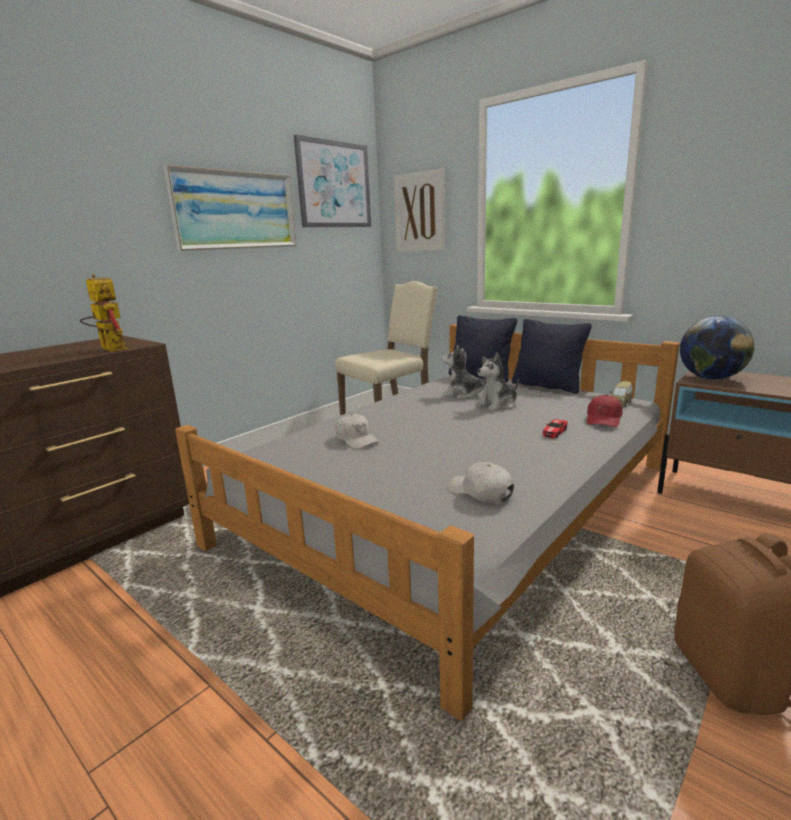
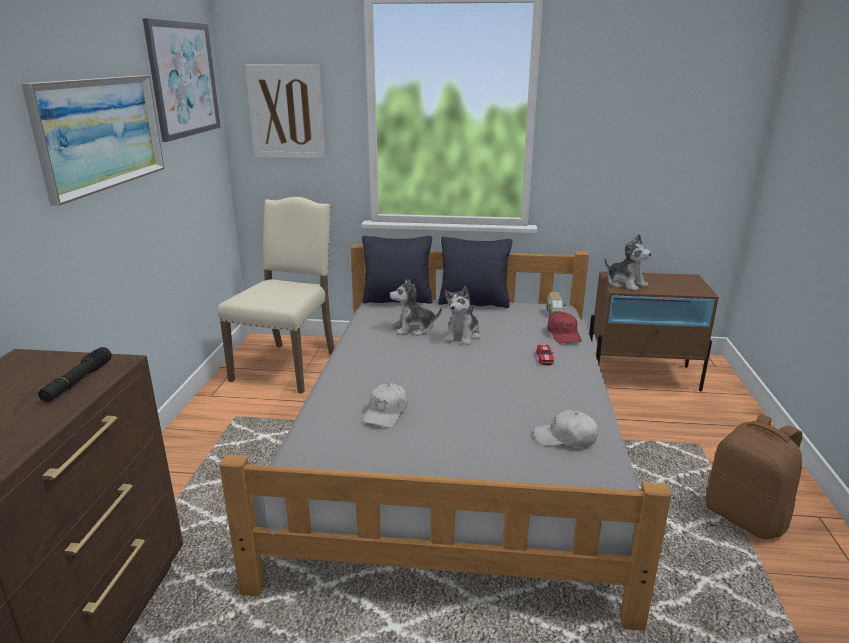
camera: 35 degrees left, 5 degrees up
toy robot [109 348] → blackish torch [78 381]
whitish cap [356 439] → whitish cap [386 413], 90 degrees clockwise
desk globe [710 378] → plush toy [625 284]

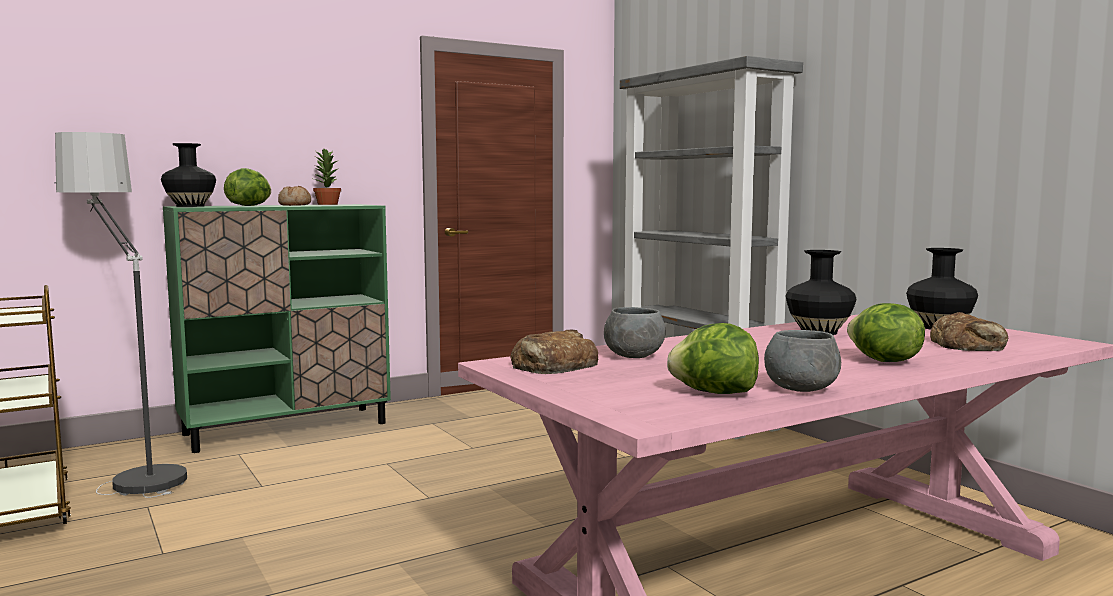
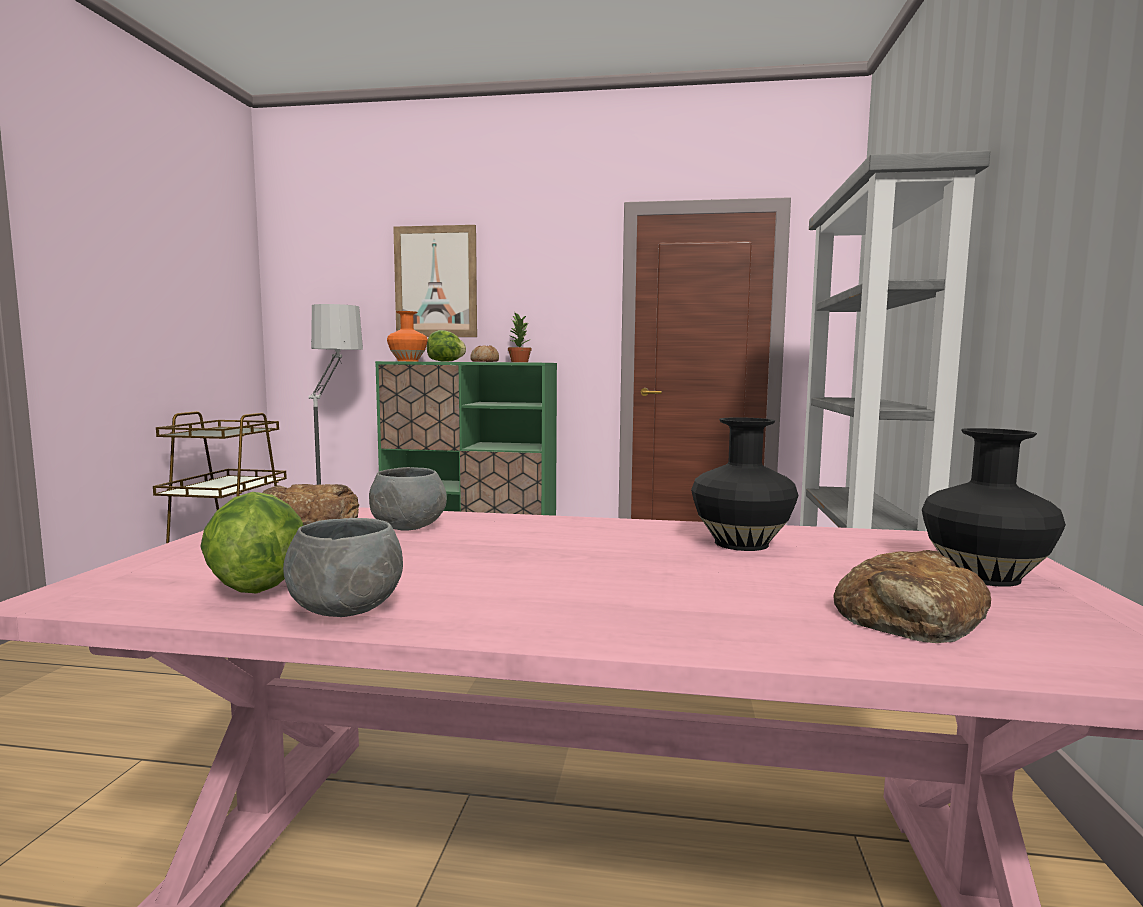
camera: 40 degrees right, 0 degrees up
blackish vase [190 206] → orange vase [407 361]
lettuce head [883 361] → -
- → picture [435 282]

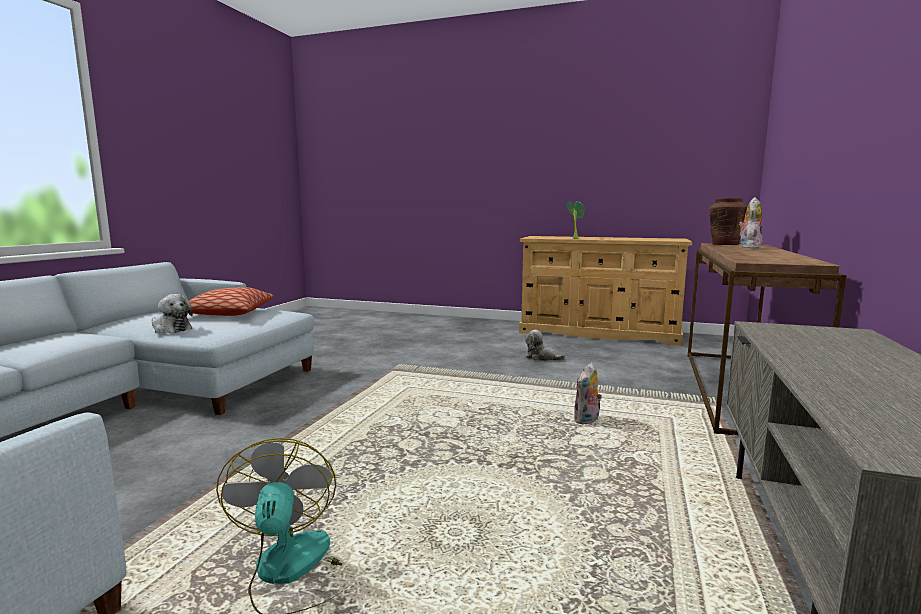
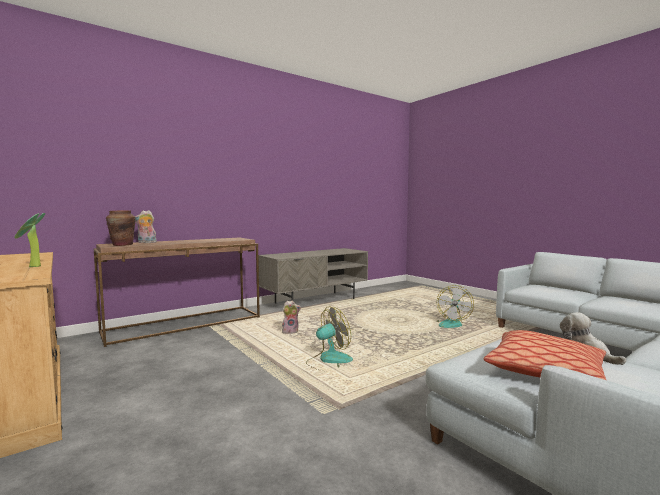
camera: 145 degrees left, 5 degrees down
plush toy [541 357] → -
- → electric fan [328 361]

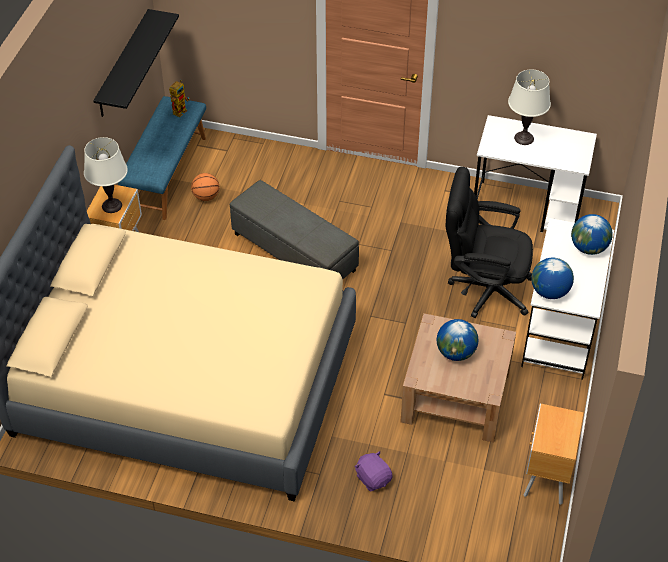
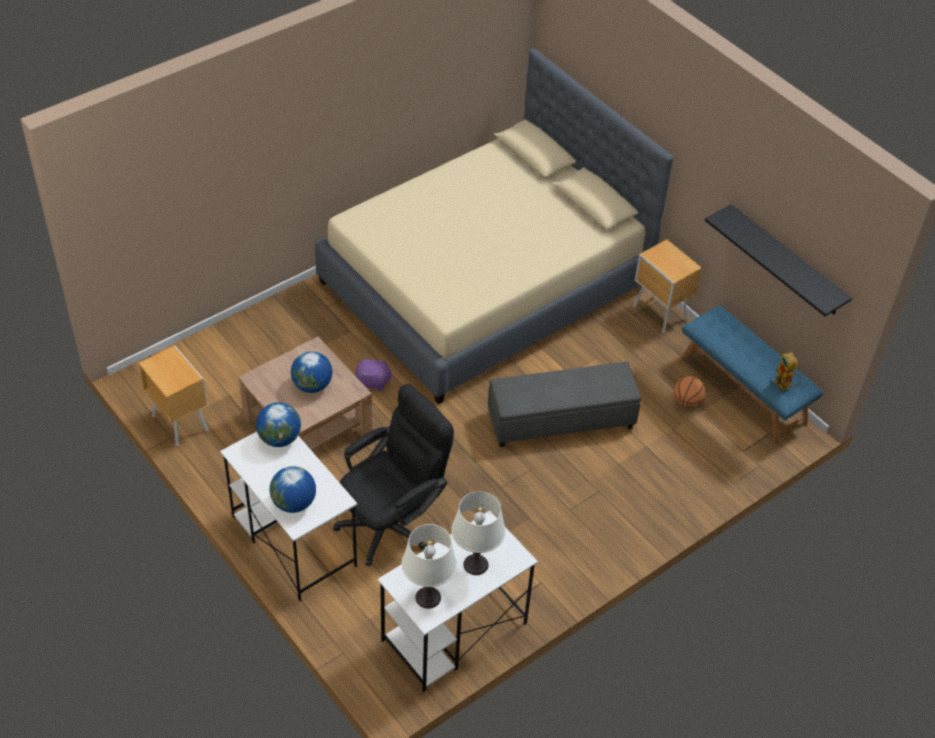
camera: 125 degrees right, 0 degrees up
whitish table lamp [111 206] → whitish table lamp [428 597], relocated
purple-coloured plush toy [373 478] → purple-coloured plush toy [373 382], relocated

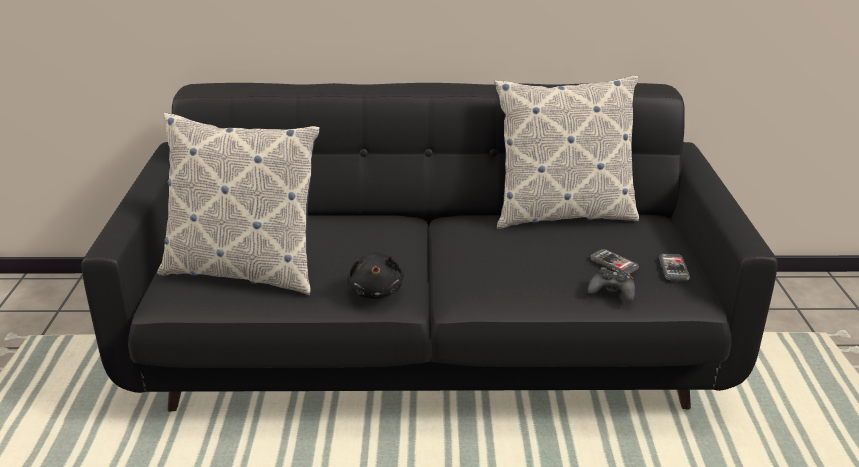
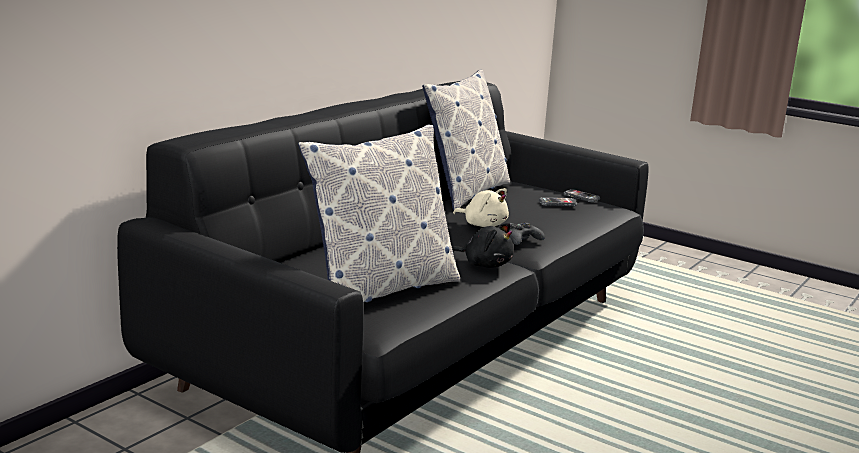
camera: 55 degrees left, 10 degrees down
blackish joypad [612 291] → blackish joypad [521 240], relocated
- → beige-coloured plush toy [483 225]

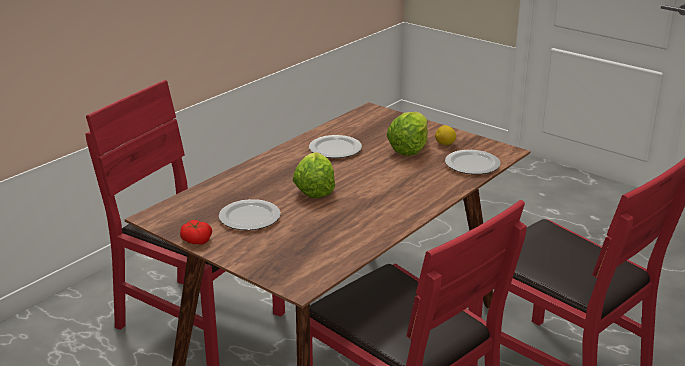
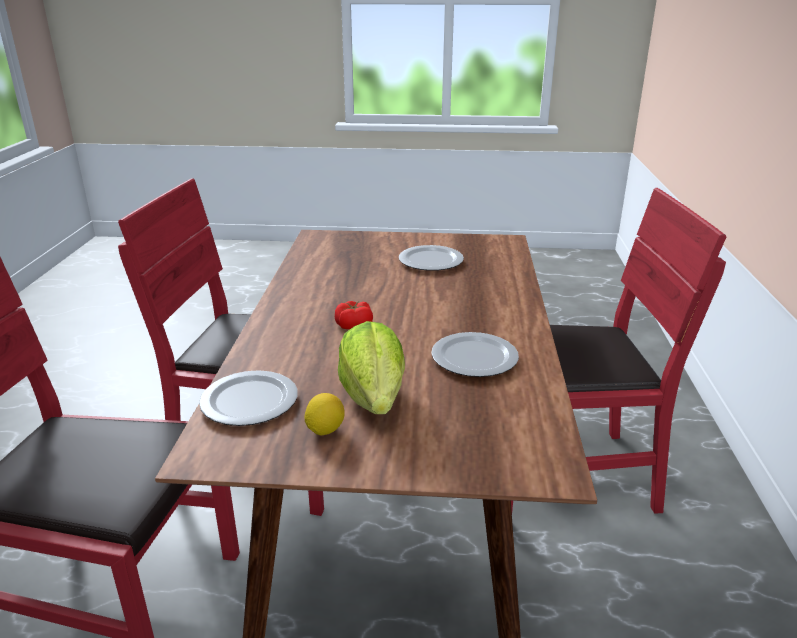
camera: 145 degrees right, 0 degrees up
tomato [196 240] → tomato [354 325], relocated
lettuce head [314 189] → -

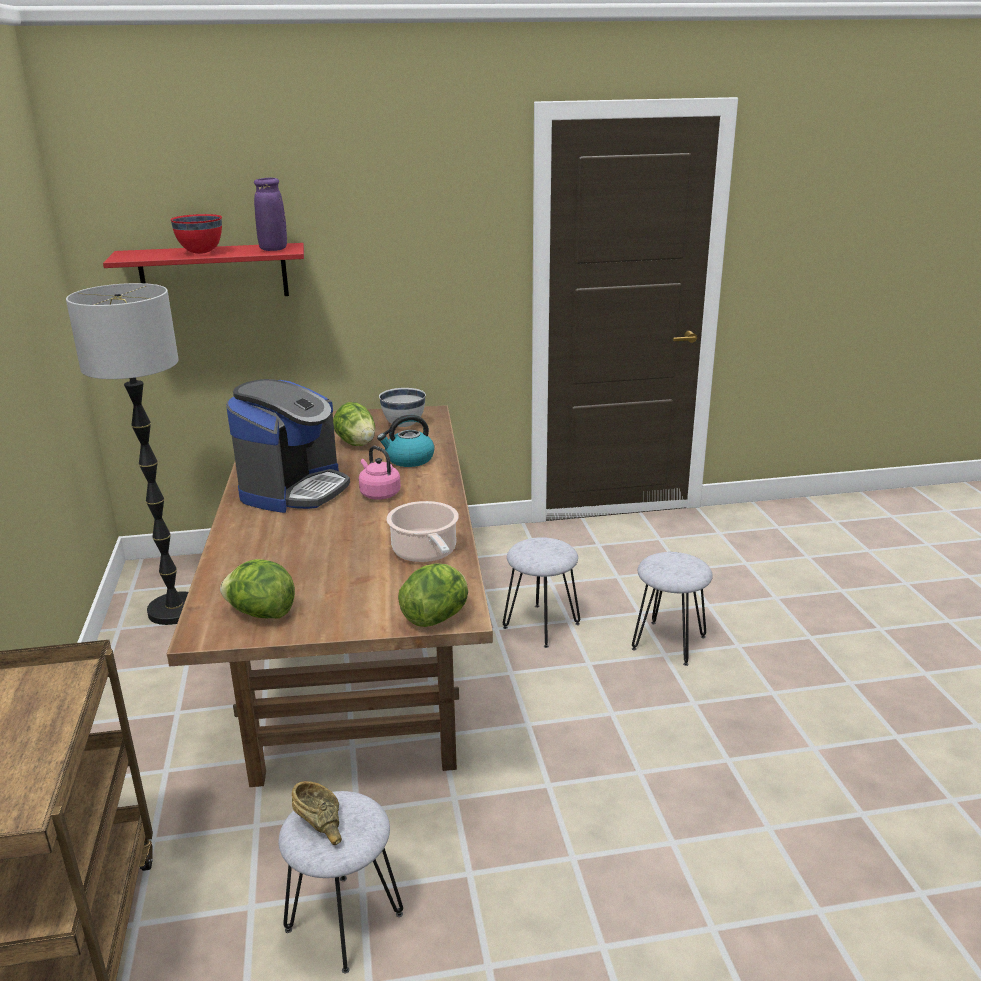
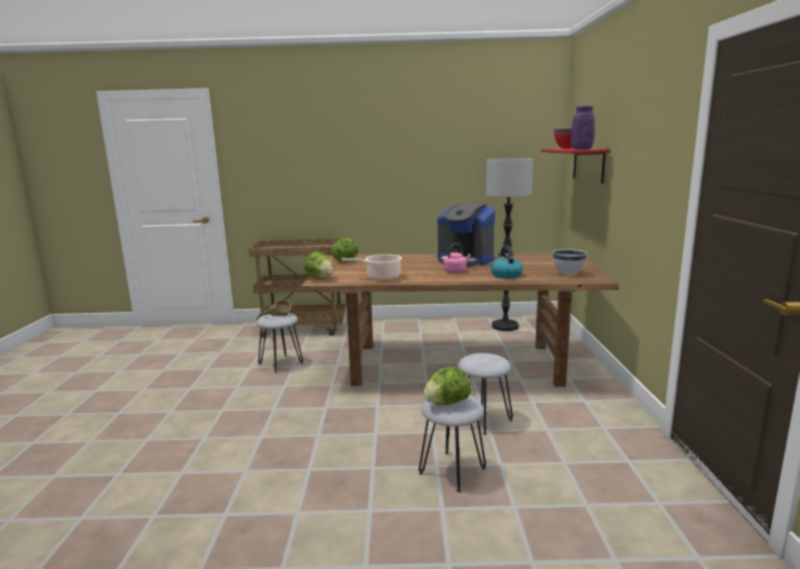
camera: 100 degrees right, 10 degrees down
lettuce head [356 443] → lettuce head [447 403], relocated

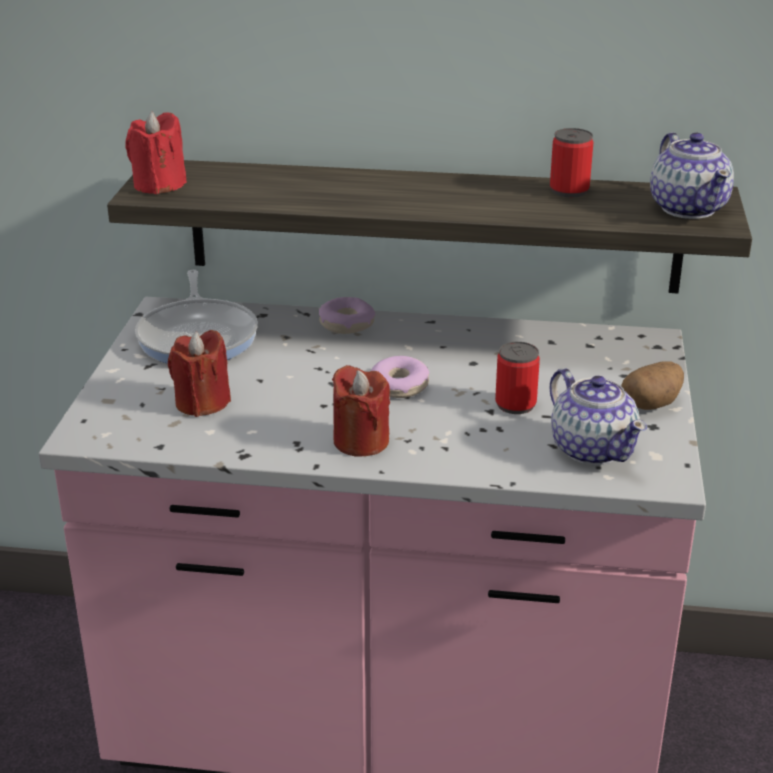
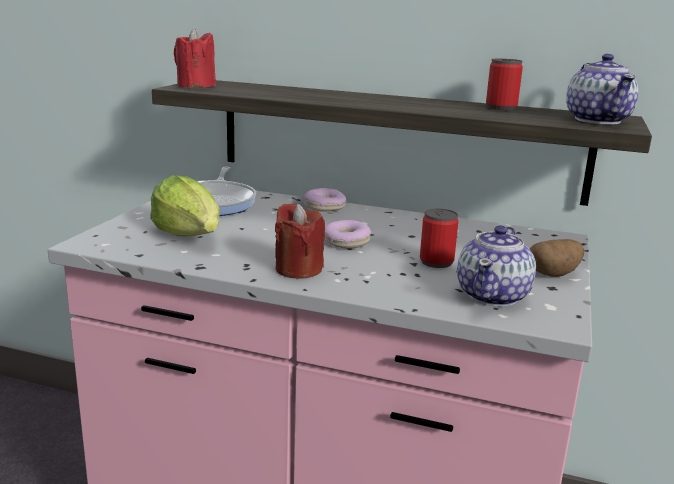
camera: 10 degrees right, 10 degrees down
reddish wax candle [202 403] → lettuce head [190 235]
tea pot [592 449] → tea pot [493 296], 45 degrees clockwise

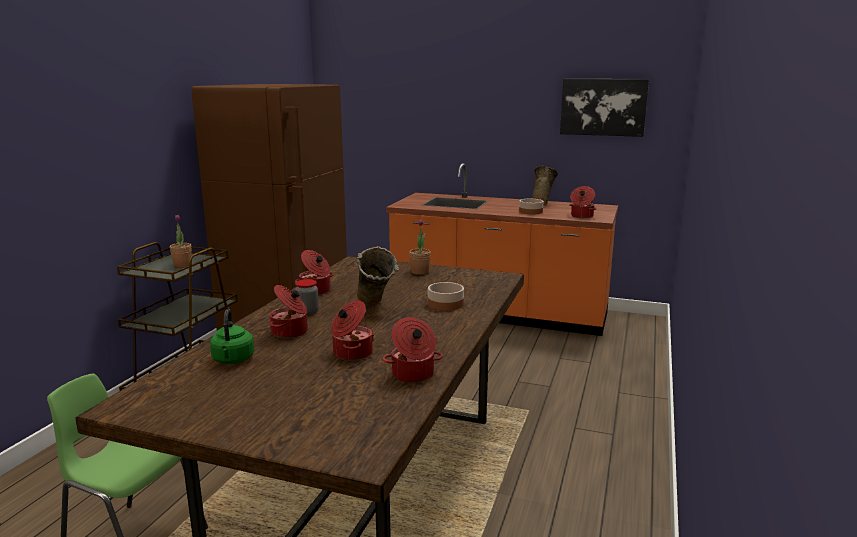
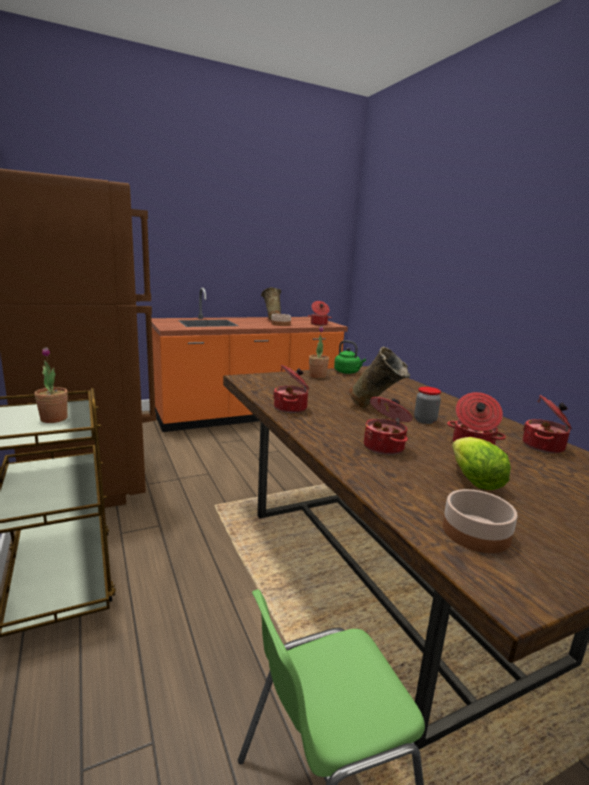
camera: 45 degrees left, 0 degrees up
green-coloured tea kettle [233 360] → green-coloured tea kettle [348 372], relocated
storage jar [307 312] → storage jar [425 421], relocated
serving bowl [445 304] → serving bowl [476 533], relocated
picture [603 107] → -
- → lettuce head [474 481]

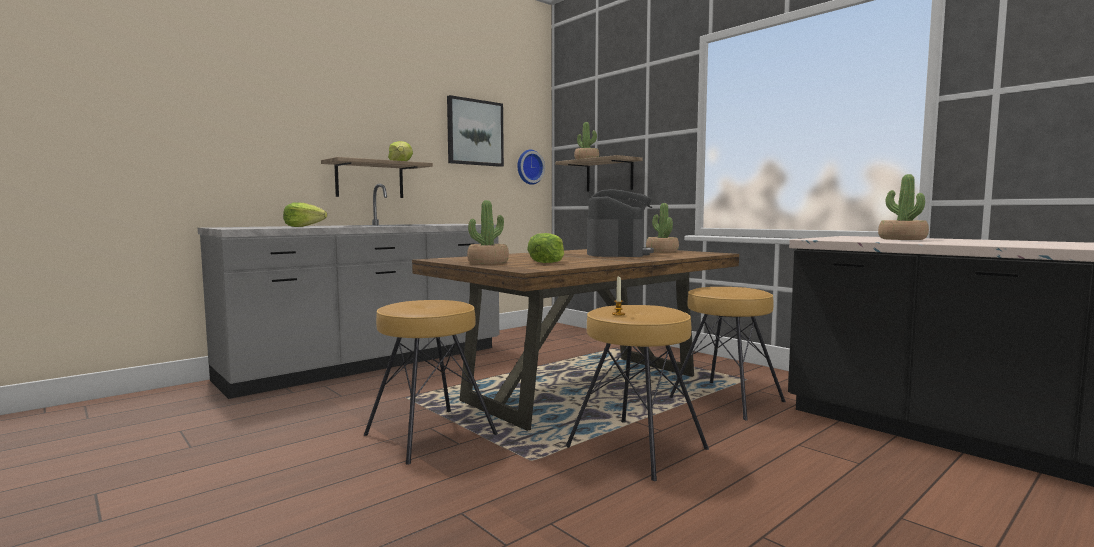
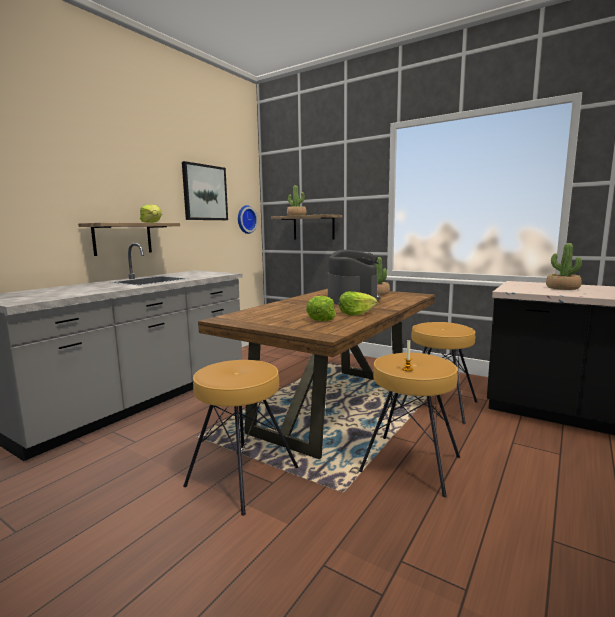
camera: 15 degrees left, 5 degrees up
lettuce head [304 227] → lettuce head [355 314], relocated
plant in a pot [488 262] → -

